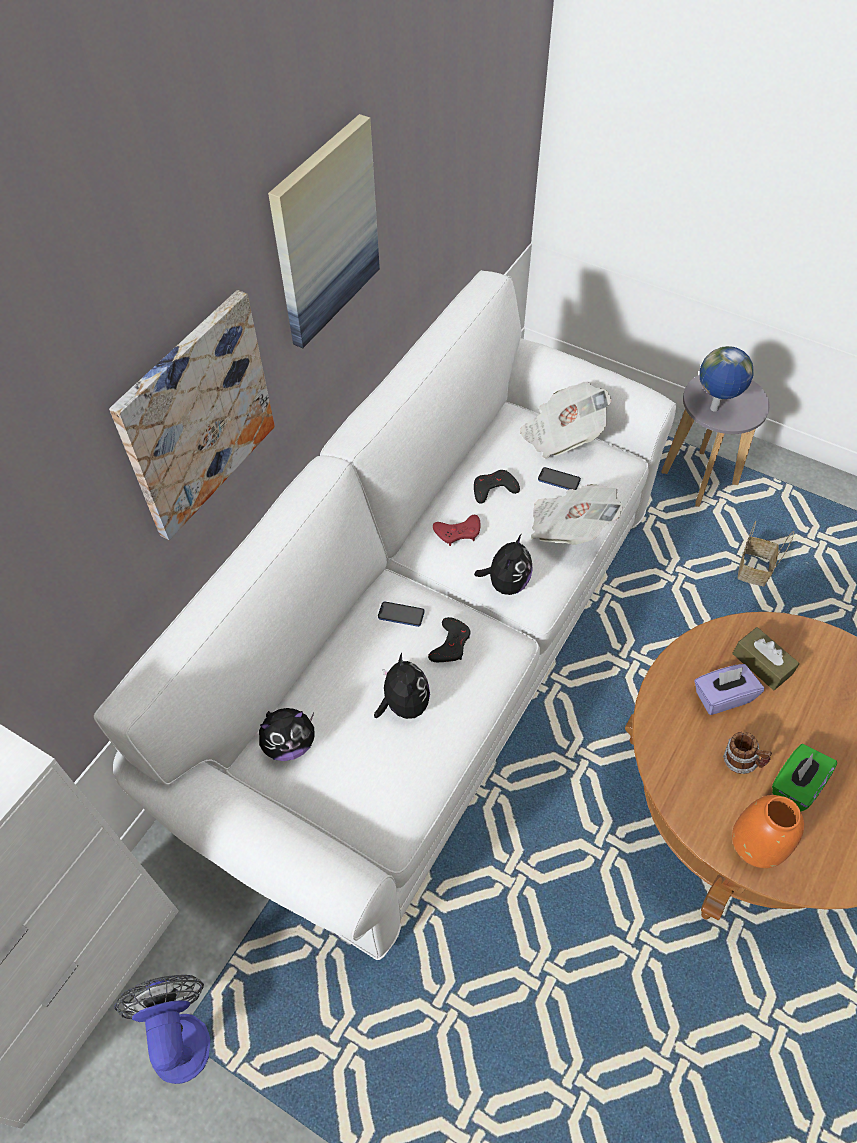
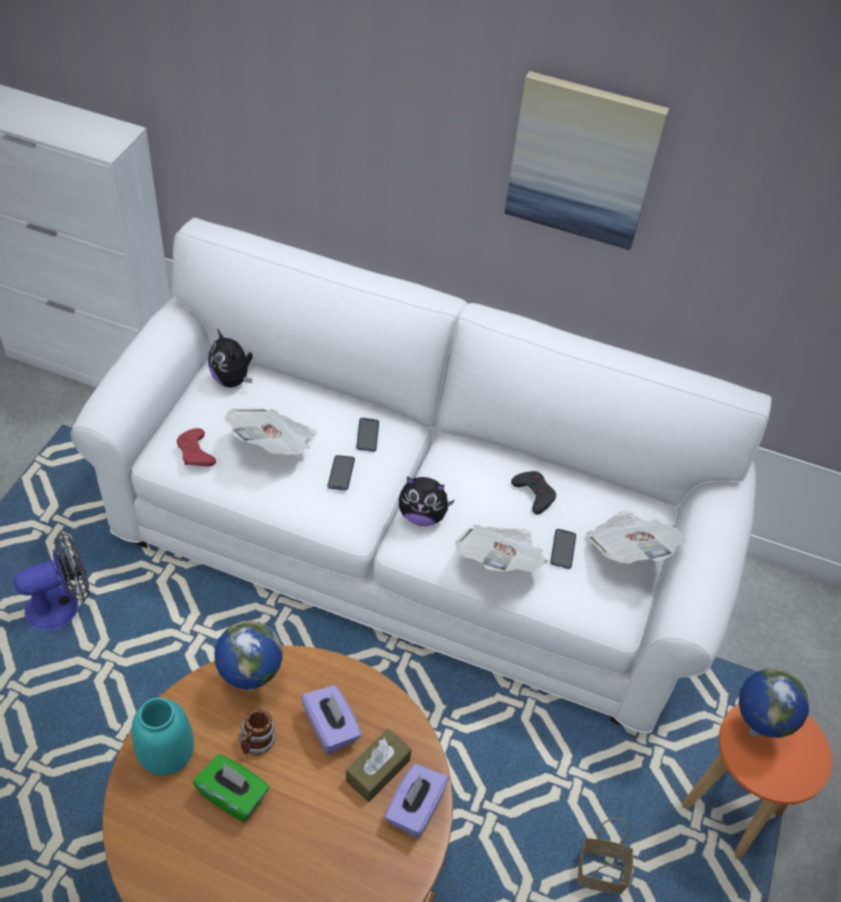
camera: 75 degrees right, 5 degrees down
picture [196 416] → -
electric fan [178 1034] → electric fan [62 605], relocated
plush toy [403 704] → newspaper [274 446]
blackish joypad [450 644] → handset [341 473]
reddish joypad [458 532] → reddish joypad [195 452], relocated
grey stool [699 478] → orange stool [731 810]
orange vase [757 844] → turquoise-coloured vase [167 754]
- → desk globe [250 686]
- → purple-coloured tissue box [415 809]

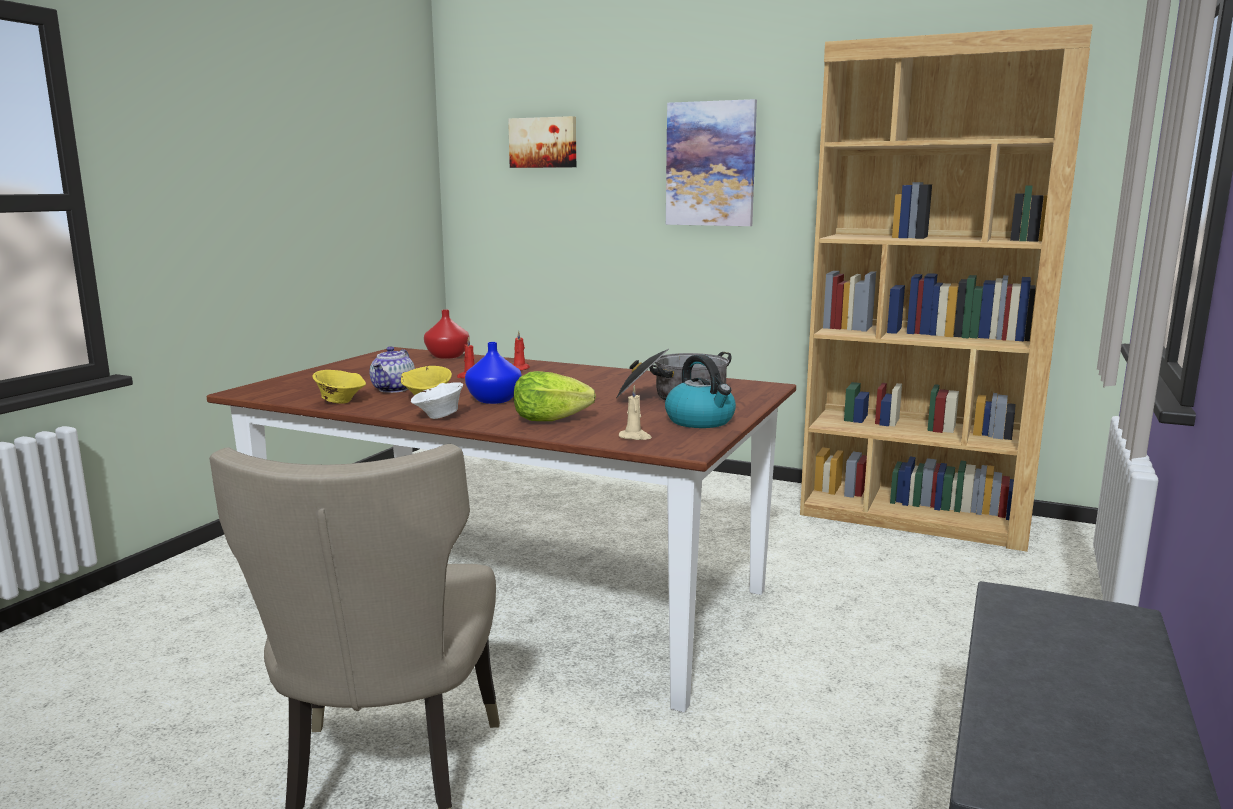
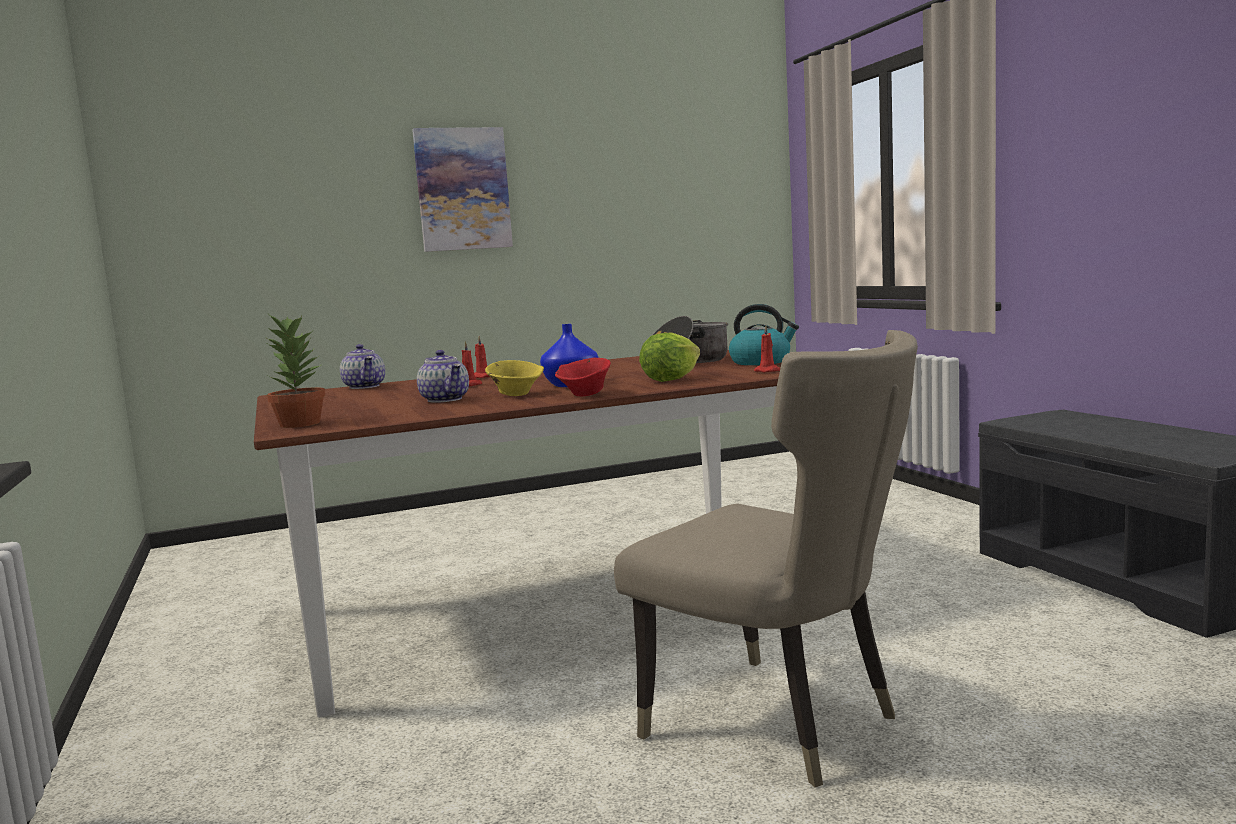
camera: 45 degrees left, 5 degrees down
yellow-coloured serving bowl [340 402] → -
whitish serving bowl [439 417] → reddish serving bowl [585 395]
reddish vase [448 356] → tea pot [365 386]
picture [543 142] → -
beige-coloured wax candle [635 437] → reddish wax candle [768 371]
brown-coloured bookshelf [914 517] → -
- → plant in a pot [299 424]

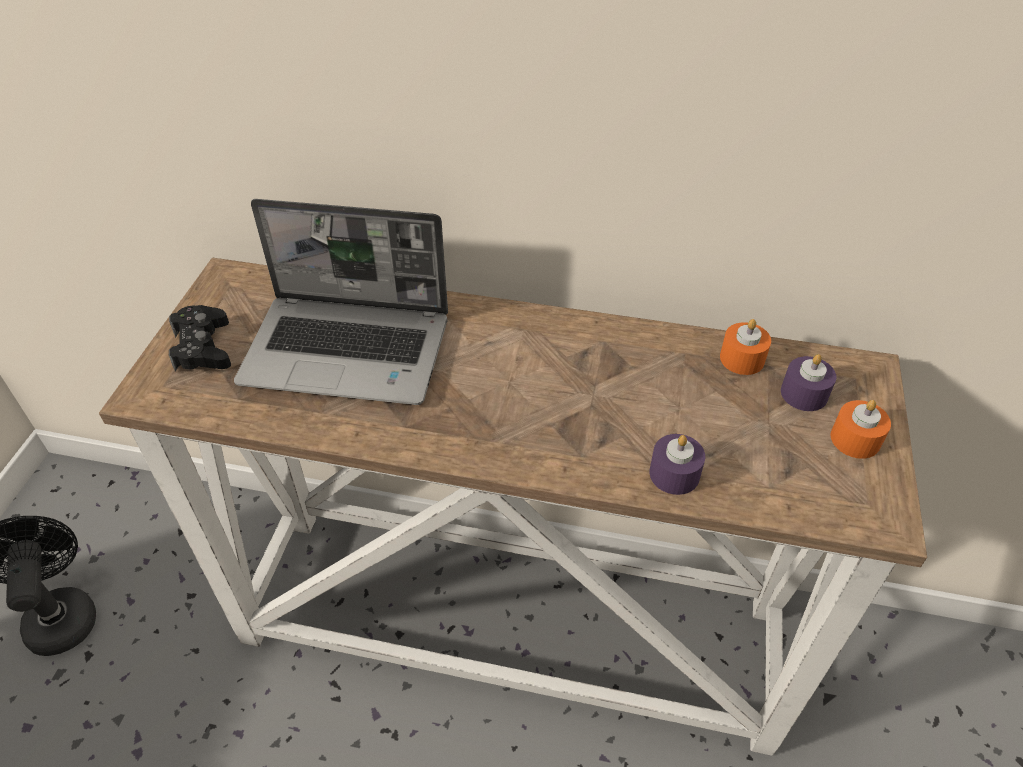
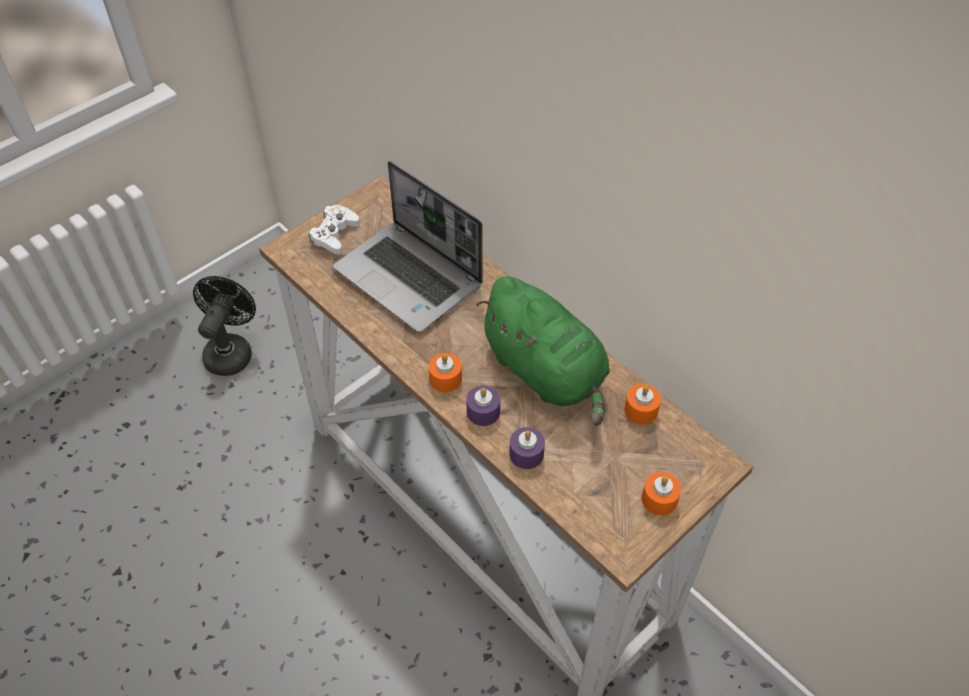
camera: 35 degrees right, 5 degrees up
blackish joypad [203 347] → whitish joypad [334 234]
purple-coloured wax candle [804 394] → purple-coloured wax candle [483 412], relocated
- → orange wax candle [445 379]
- → green-coloured plush toy [547 372]

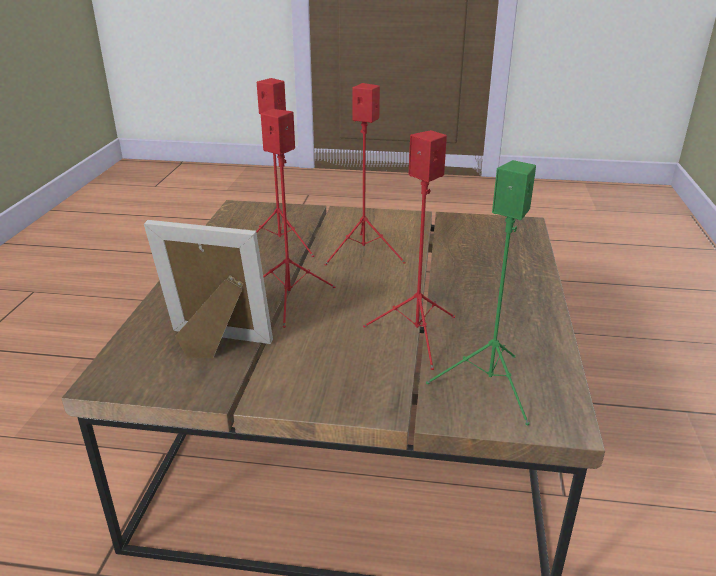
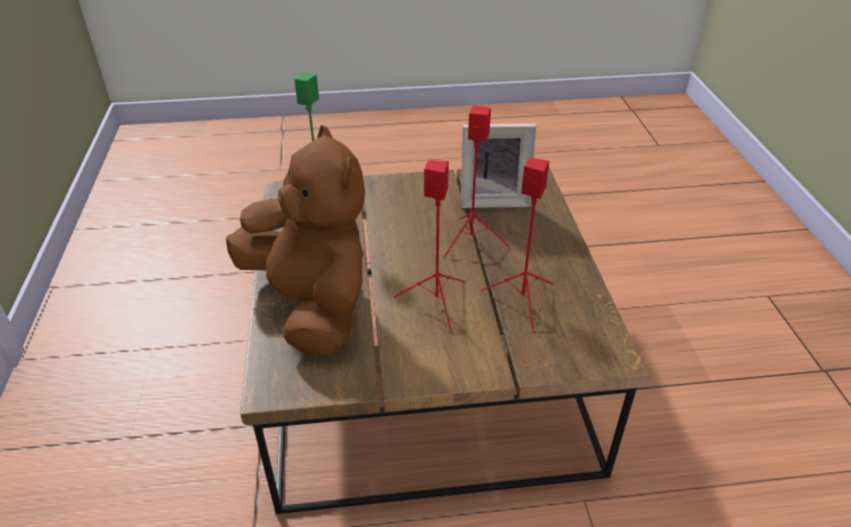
camera: 165 degrees right, 10 degrees up
reddish speaker [417 337] → -
- → brown-coloured plush toy [312 305]

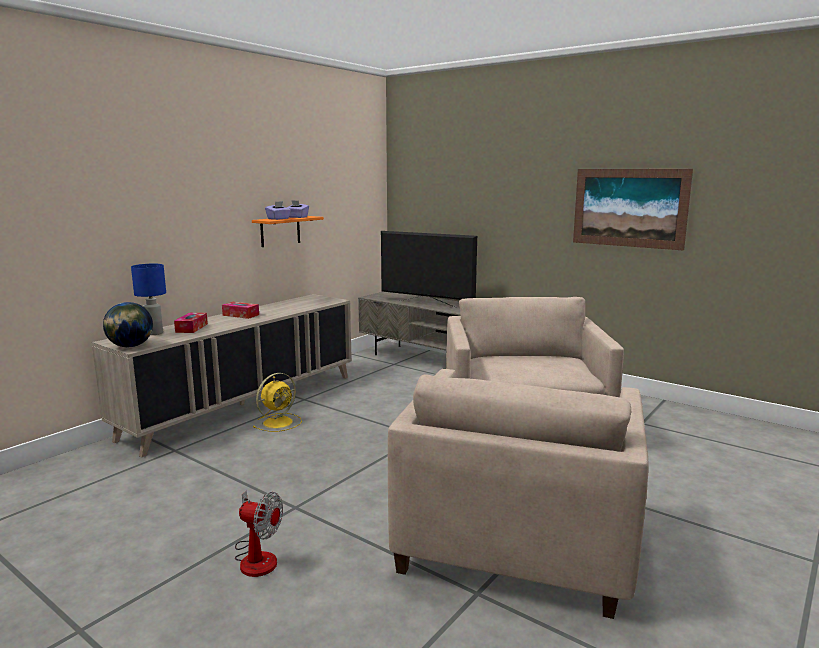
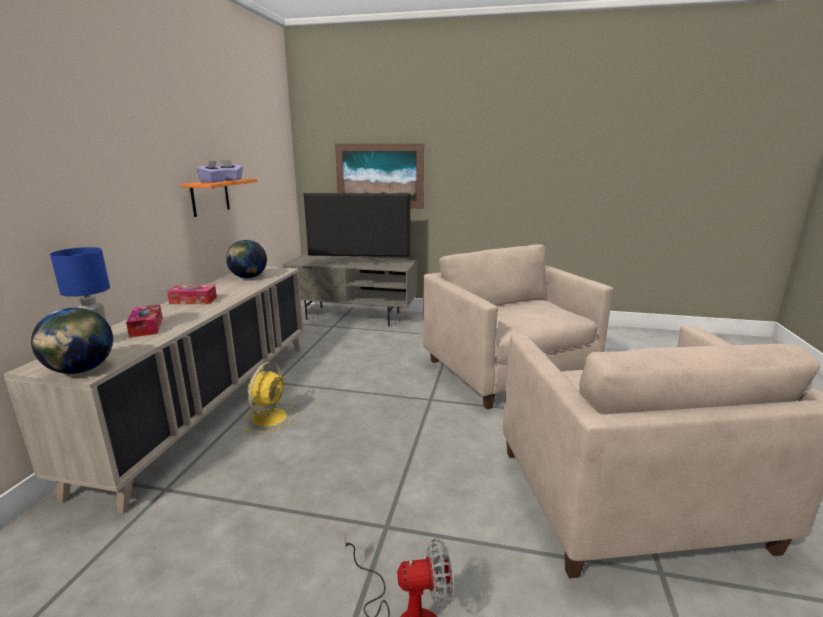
camera: 25 degrees left, 5 degrees up
picture [629 208] → picture [379 176], relocated
- → desk globe [248 277]

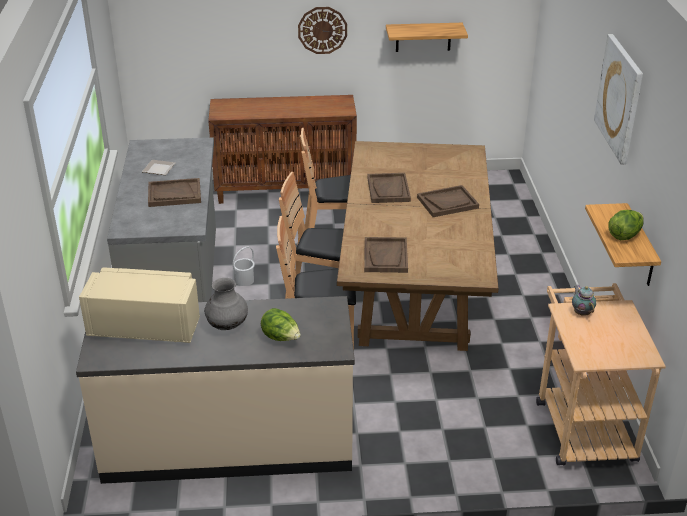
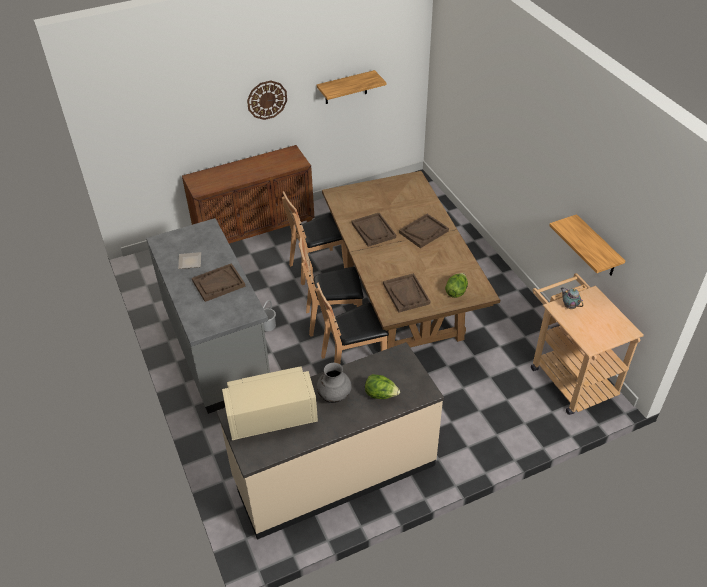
camera: 20 degrees left, 10 degrees up
picture [620 98] → -
lettuce head [624 235] → lettuce head [456 291], relocated

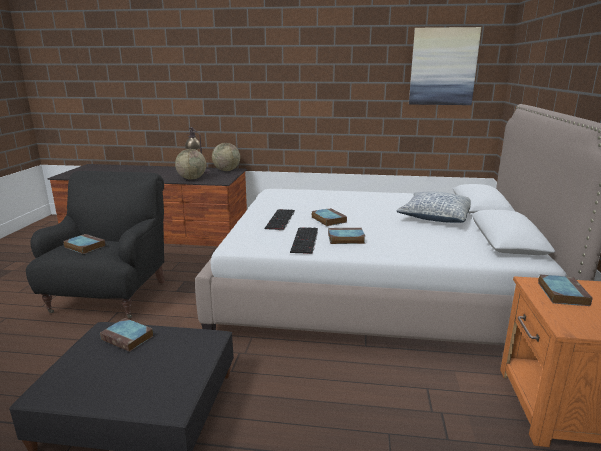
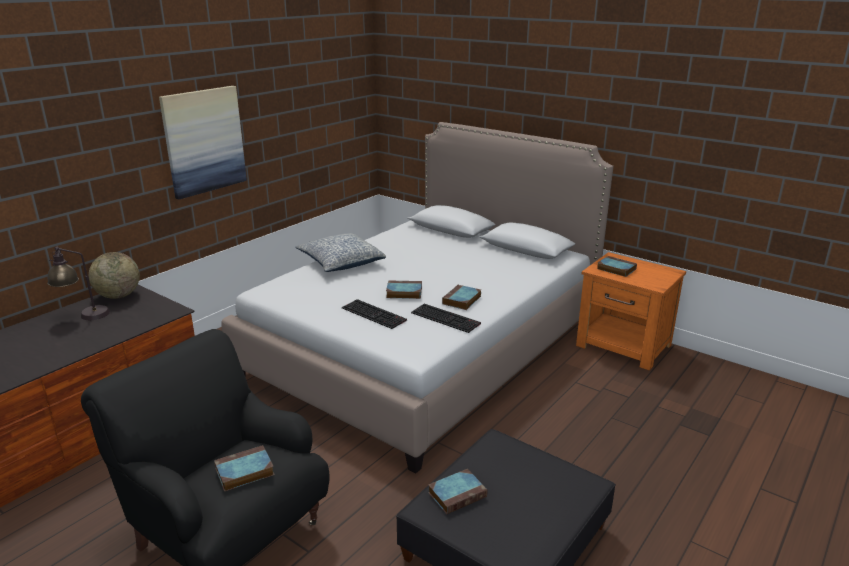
camera: 60 degrees left, 5 degrees up
desk globe [192 178] → -
cushion [435 216] → cushion [340 262], relocated
picture [443 67] → picture [204 141], relocated

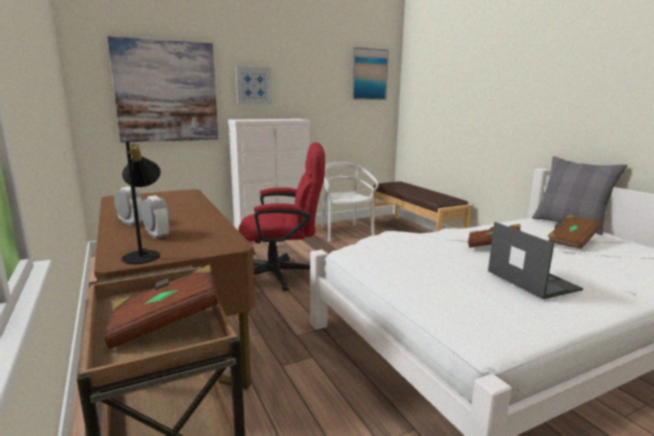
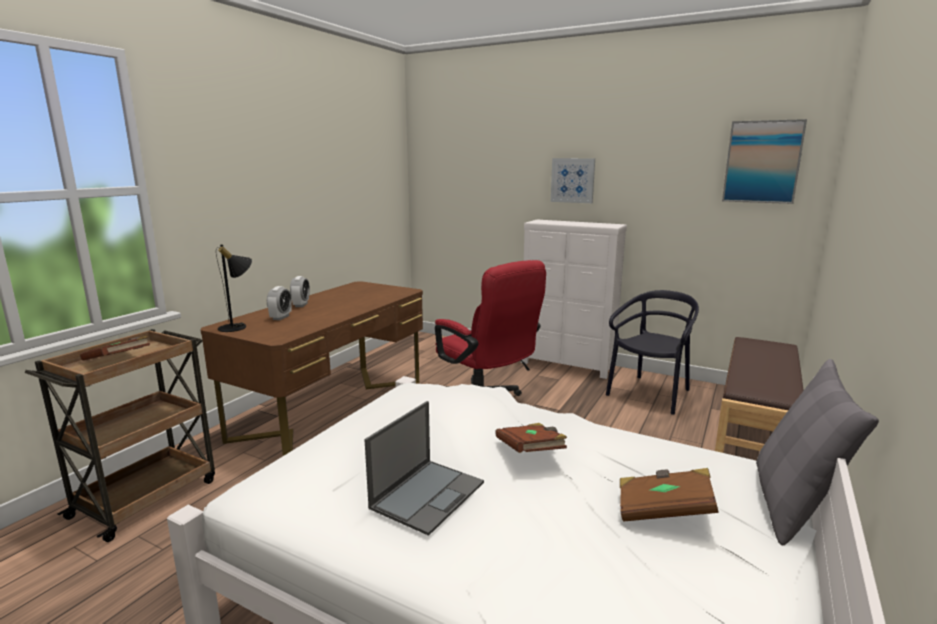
camera: 55 degrees right, 0 degrees up
picture [166 92] → -
whitish plain chair [345 233] → blackish plain chair [650 394]

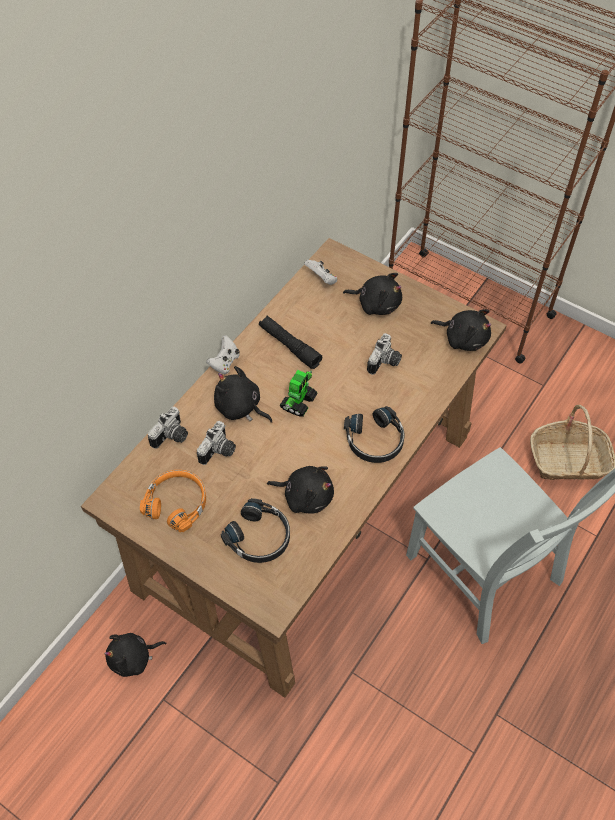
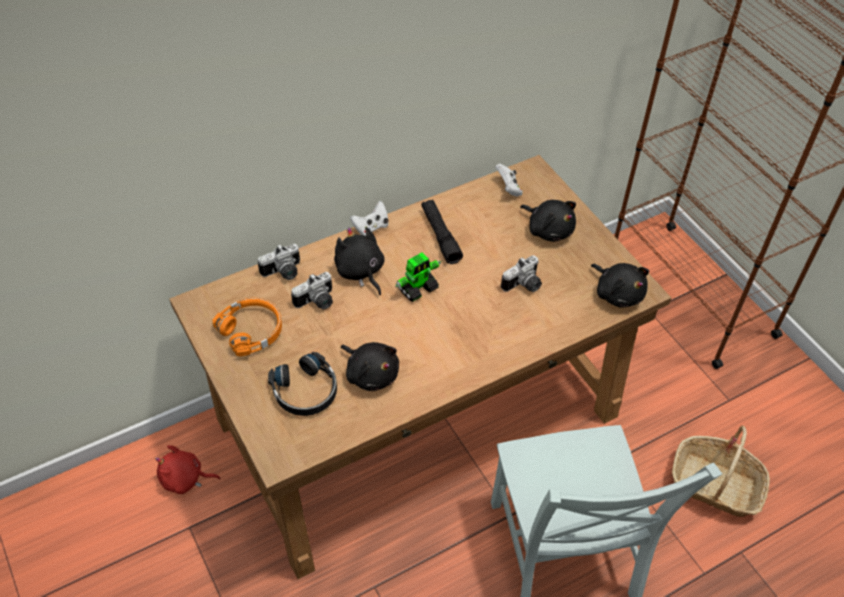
camera: 25 degrees right, 5 degrees down
blackish plush toy [133 658] → reddish plush toy [185 479]
blackish headset [375 441] → -

